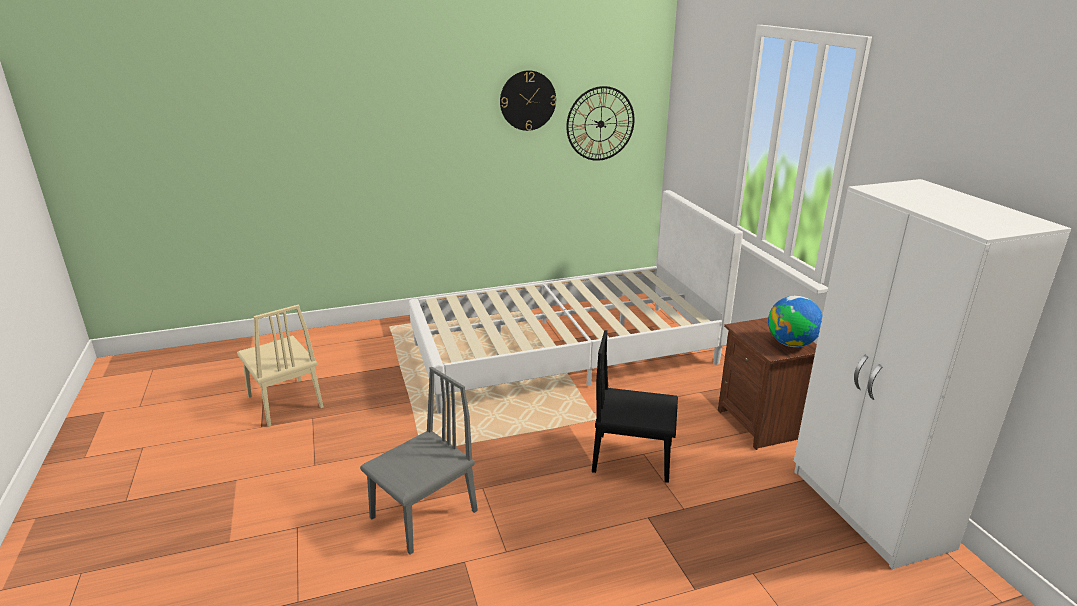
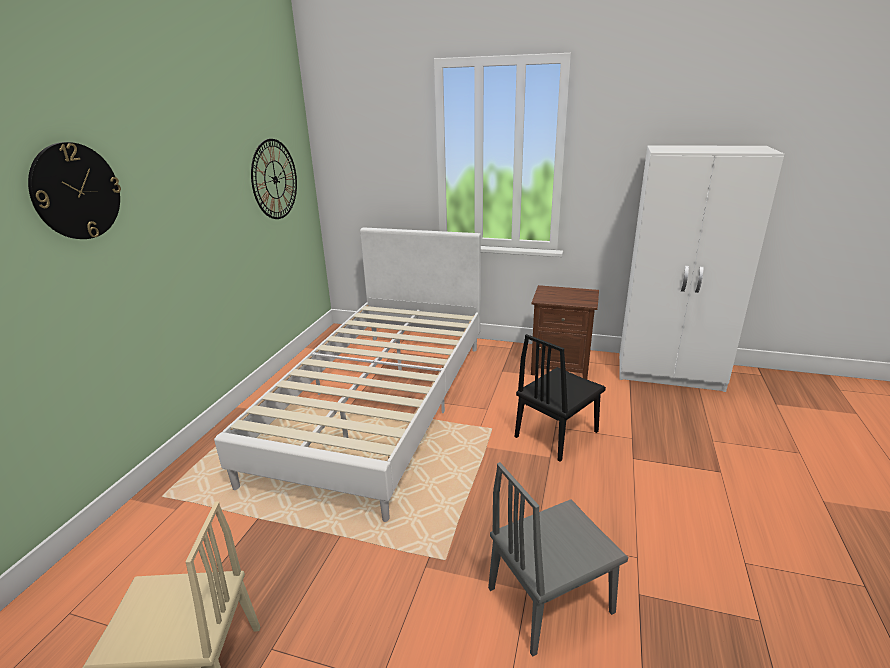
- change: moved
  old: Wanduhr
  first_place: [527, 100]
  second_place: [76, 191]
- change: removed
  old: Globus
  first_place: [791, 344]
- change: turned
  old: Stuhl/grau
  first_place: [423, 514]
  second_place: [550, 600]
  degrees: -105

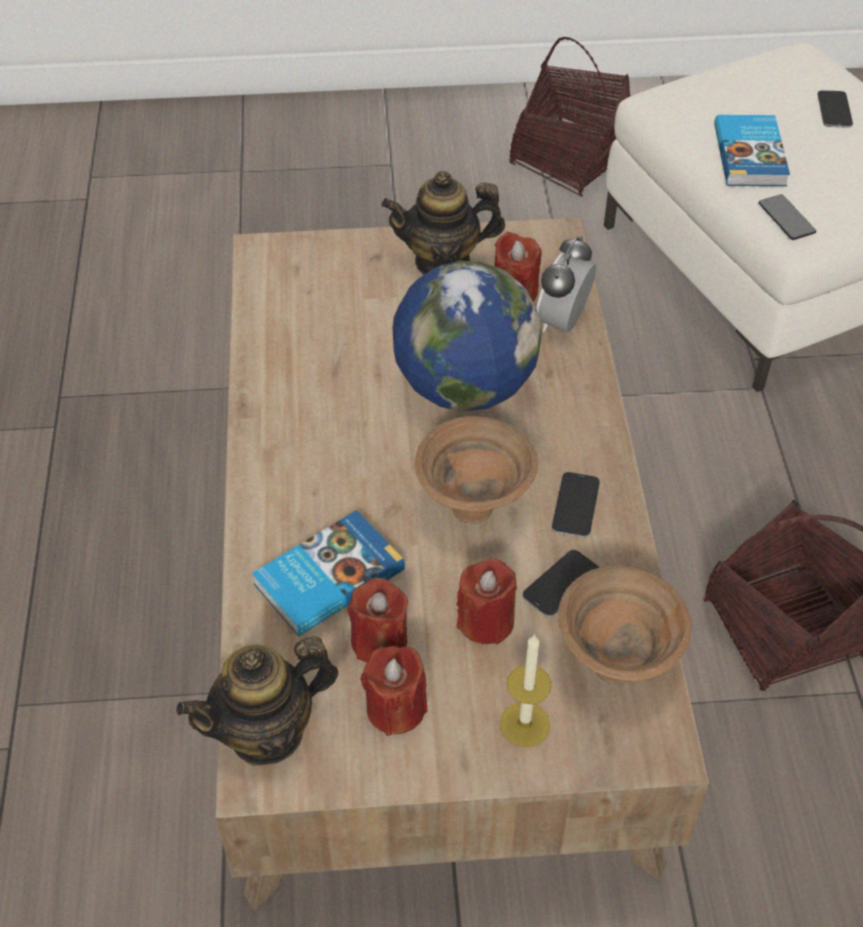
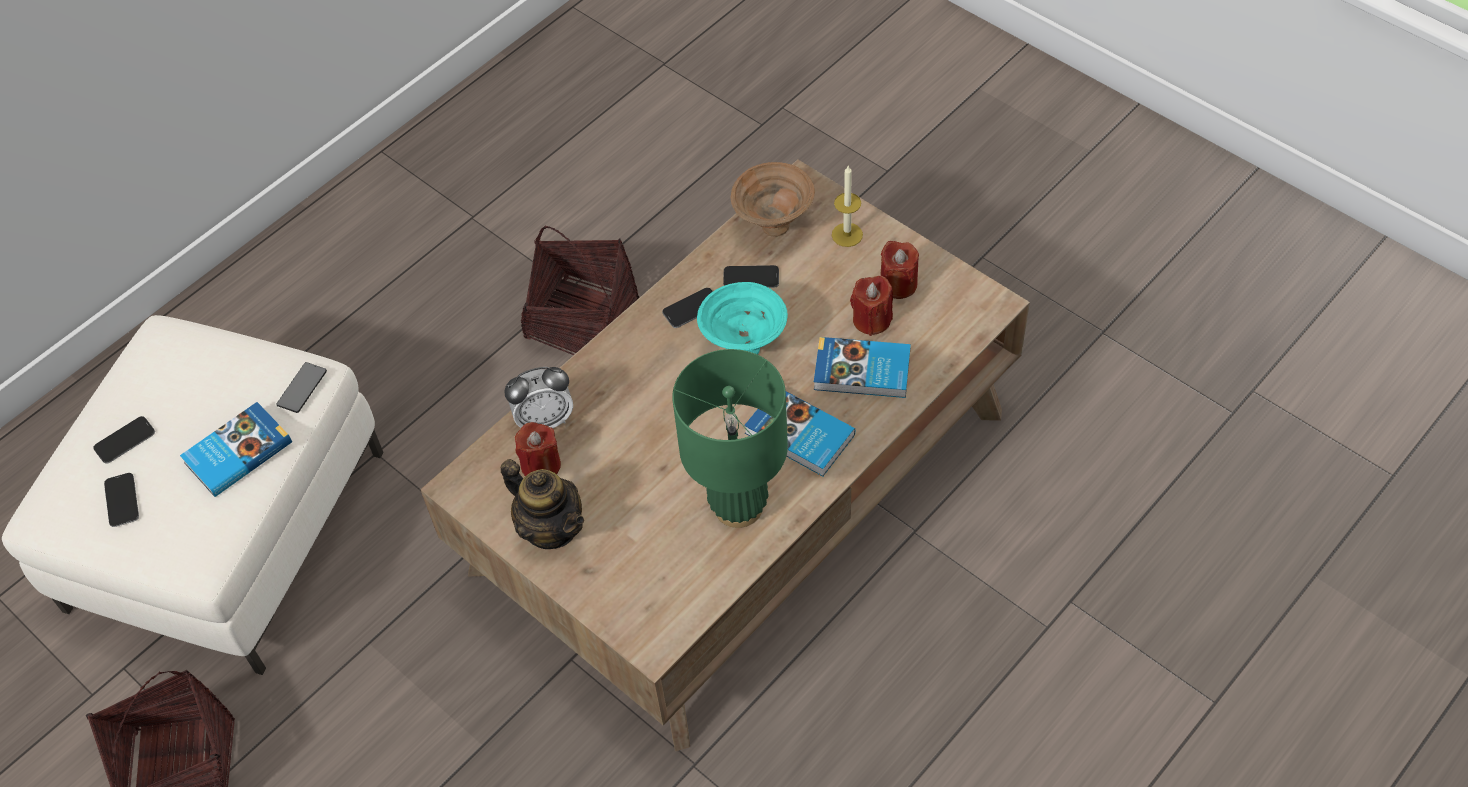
- change: removed
  old: Globus
  first_place: [464, 388]
- change: recoloured
  old: Schüssel/braun
  new: Schüssel/türkis
  first_place: [475, 507]
  second_place: [743, 348]
- change: removed
  old: Kerze/rot
  first_place: [486, 621]
- change: removed
  old: Teekanne
  first_place: [267, 733]
- change: added
  new: Tischlampe/grün
  second_place: [739, 506]
- change: added
  new: Buch
  second_place: [799, 436]
- change: added
  new: Handy
  second_place: [122, 500]

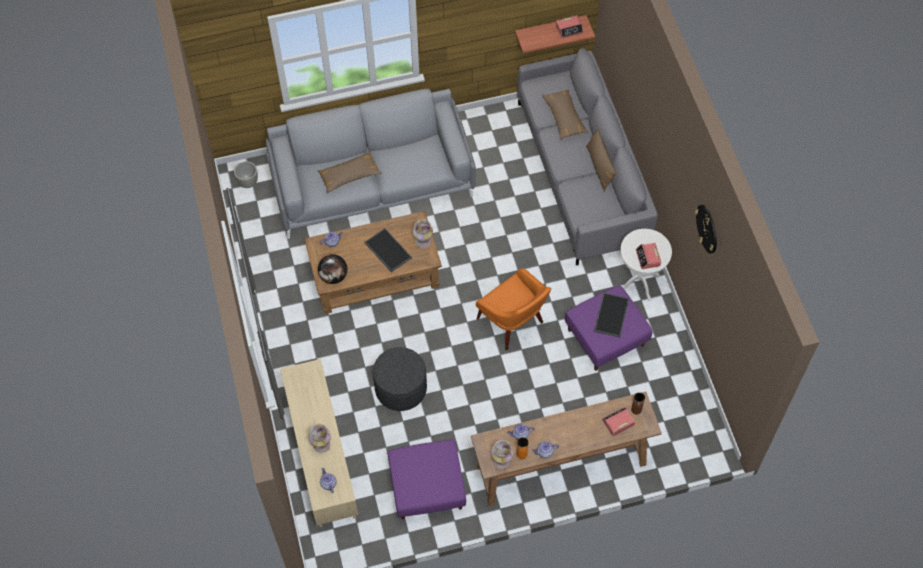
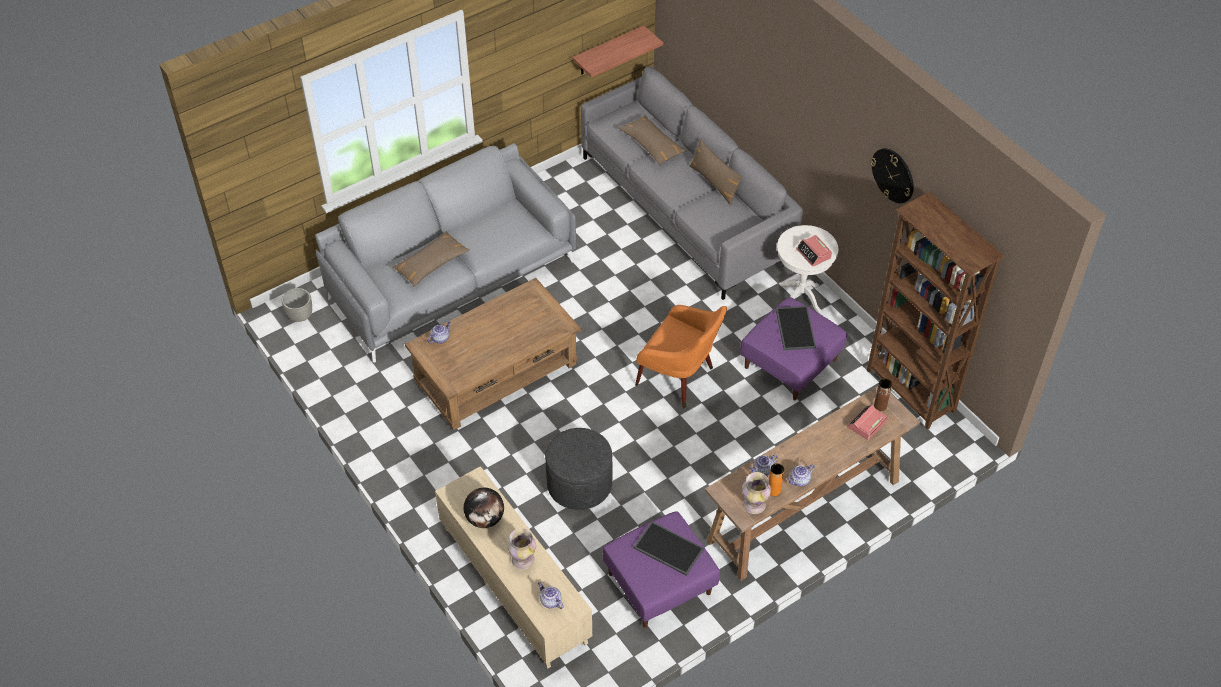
- change: removed
  old: Wecker
  first_place: [569, 29]
- change: removed
  old: Vase
  first_place: [422, 241]
- change: moved
  old: Tablett
  first_place: [387, 250]
  second_place: [667, 549]
- change: moved
  old: Globus
  first_place: [334, 276]
  second_place: [485, 519]
- change: added
  new: Bücherregal/braun
  second_place: [910, 392]

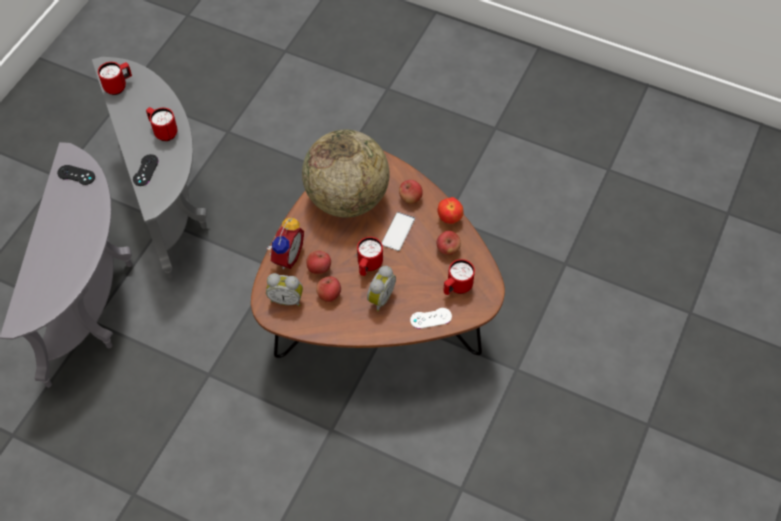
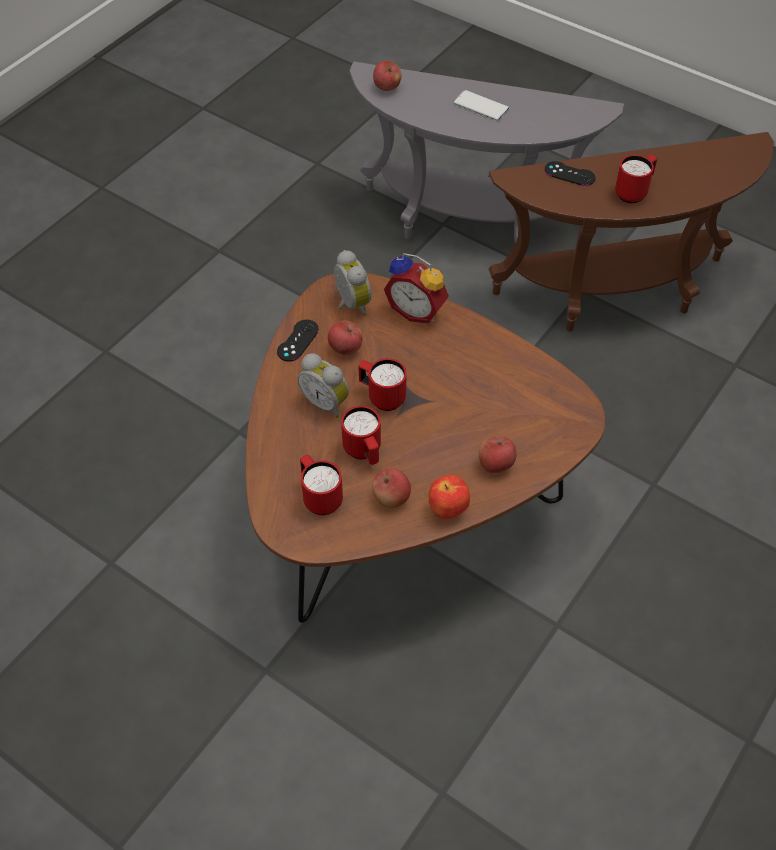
- change: recoloured
  old: Beistelltisch/grau
  new: Beistelltisch/braun
  first_place: [167, 200]
  second_place: [616, 295]
- change: moved
  old: Henkelbecher/rot
  first_place: [119, 86]
  second_place: [364, 452]
- change: removed
  old: Globus
  first_place: [347, 198]
- change: moved
  old: Gamepad/schwarz
  first_place: [76, 175]
  second_place: [298, 340]
- change: moved
  old: Handy
  first_place: [398, 231]
  second_place: [481, 106]
- change: moved
  old: Apfel
  first_place: [319, 268]
  second_place: [387, 88]
- change: turned
  old: Wecker
  first_place: [286, 299]
  second_place: [350, 305]
  degrees: 135
- change: removed
  old: Gamepad/weiß
  first_place: [431, 318]

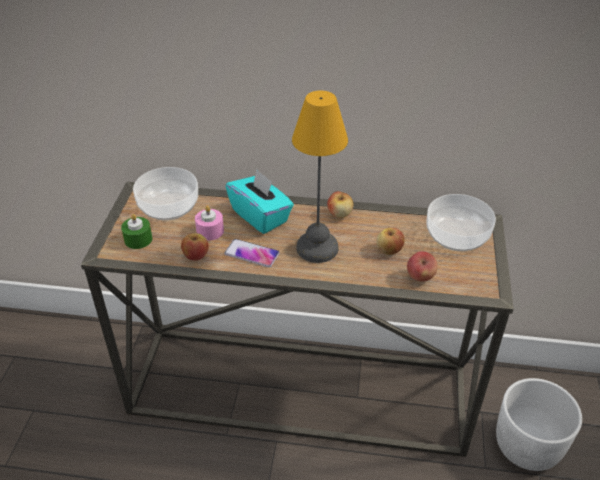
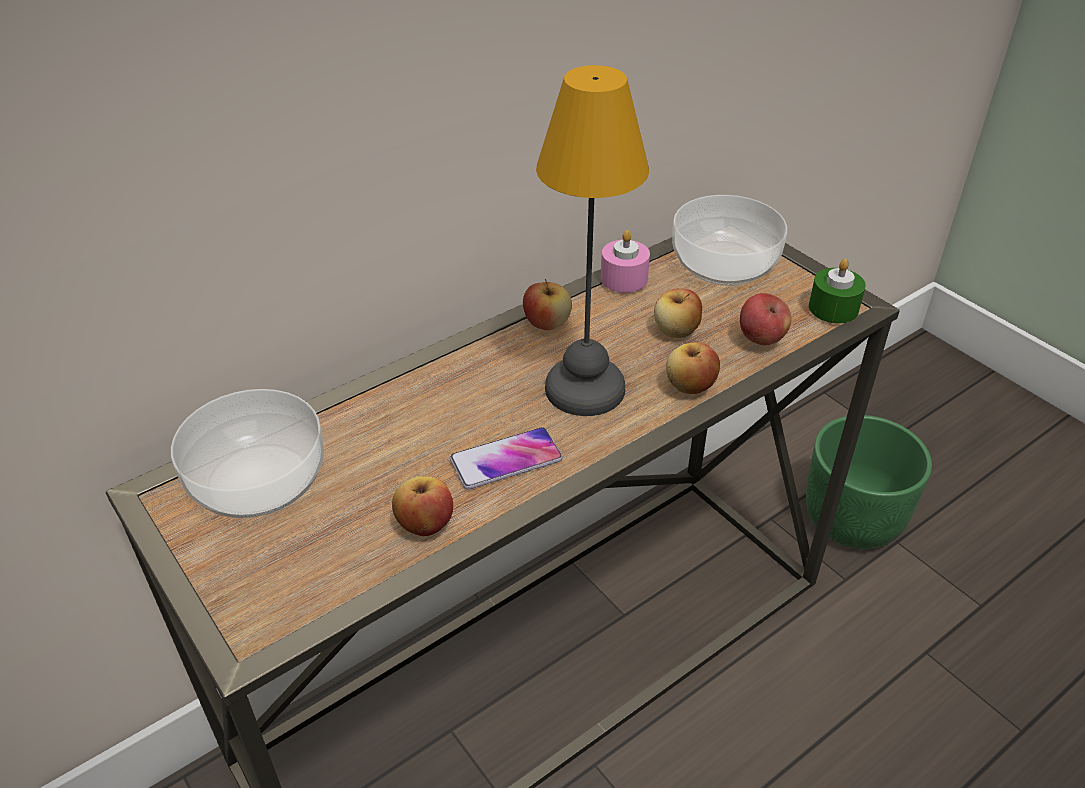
- change: removed
  old: Taschentuchbox/türkis
  first_place: [260, 216]
- change: moved
  old: Kerze/rosa
  first_place: [210, 231]
  second_place: [624, 279]
- change: moved
  old: Kerze/grün
  first_place: [138, 239]
  second_place: [833, 308]
- change: recoloured
  old: Pflanzkübel/weiß
  new: Pflanzkübel/grün
  first_place: [527, 446]
  second_place: [853, 519]
- change: added
  new: Apfel
  second_place: [690, 386]

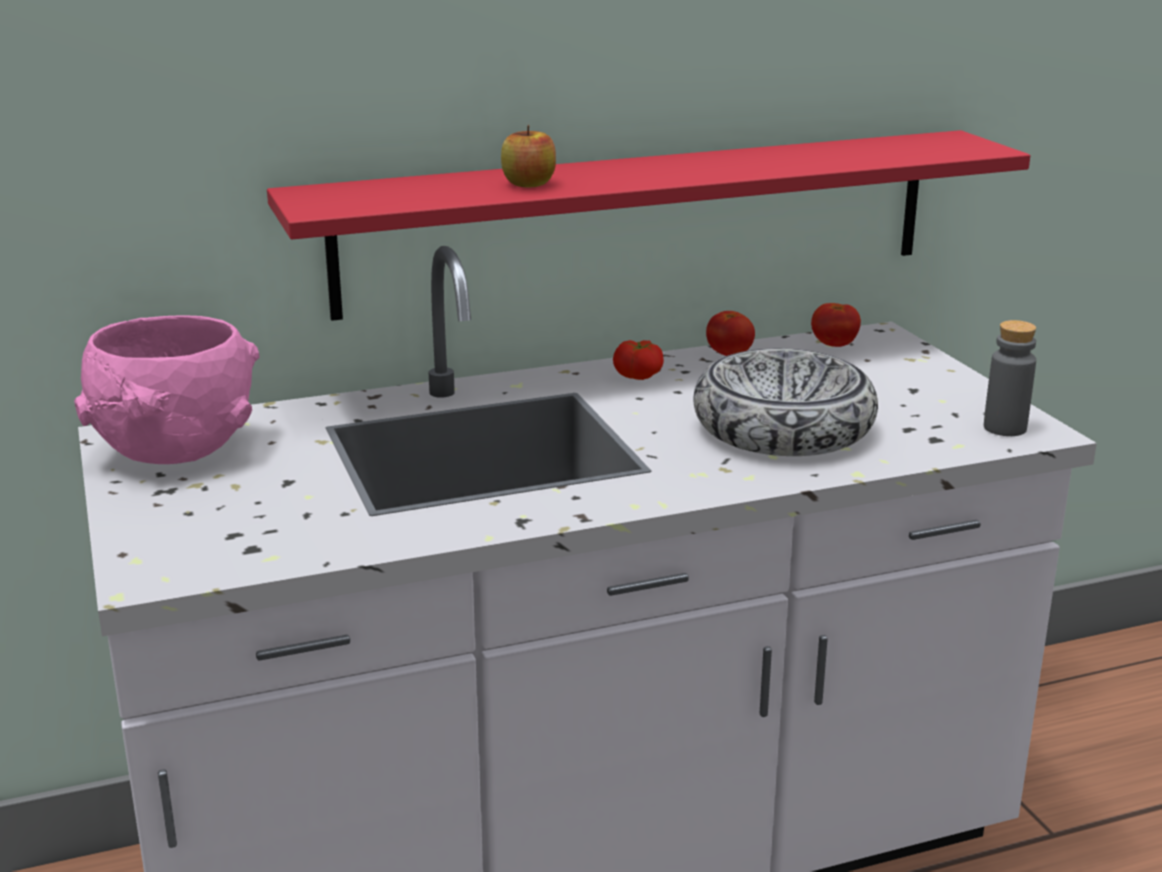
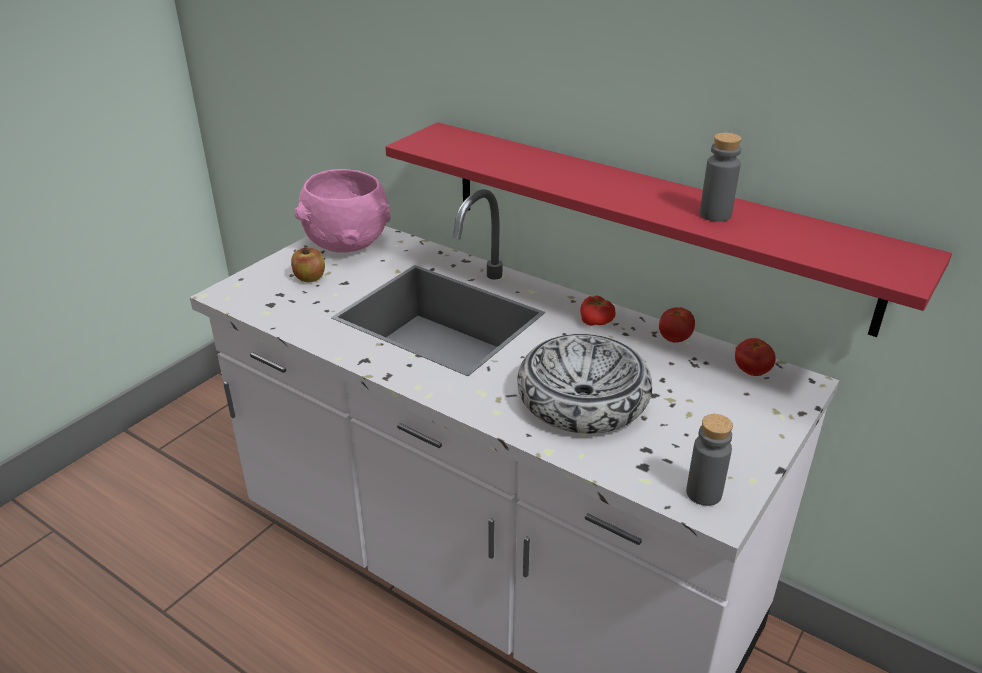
- change: moved
  old: Apfel
  first_place: [529, 184]
  second_place: [310, 278]
- change: added
  new: Flasche/grau
  second_place: [715, 215]

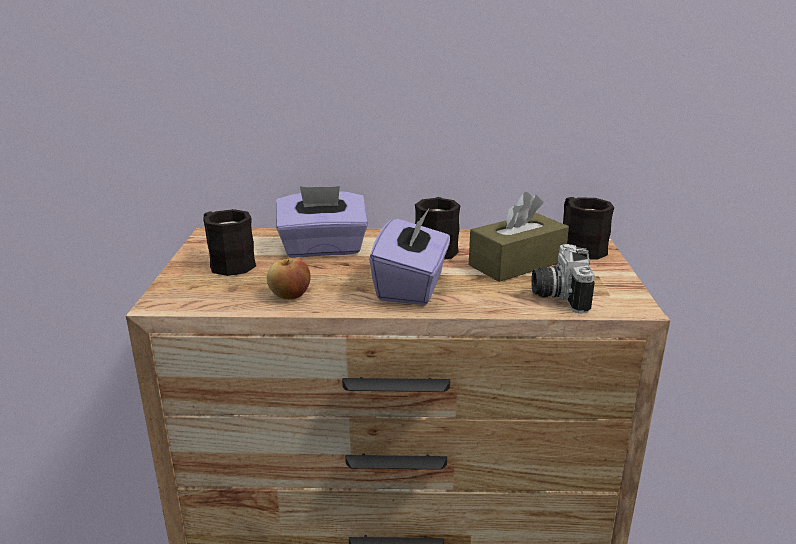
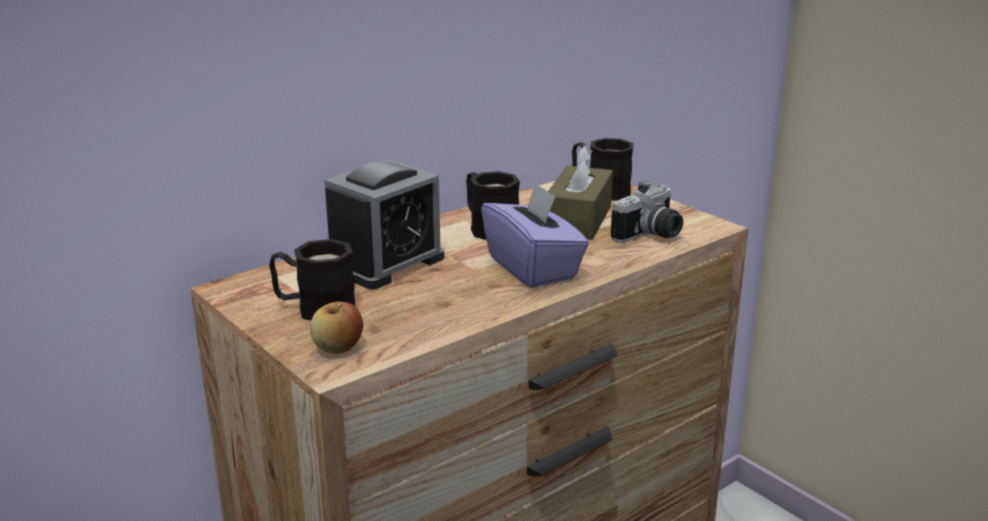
- change: replaced
  old: Taschentuchbox/lila
  new: Wecker
  first_place: [323, 249]
  second_place: [386, 263]
- change: turned
  old: Kamera
  first_place: [556, 295]
  second_place: [651, 236]
  degrees: -90
- change: moved
  old: Apfel
  first_place: [290, 295]
  second_place: [338, 348]

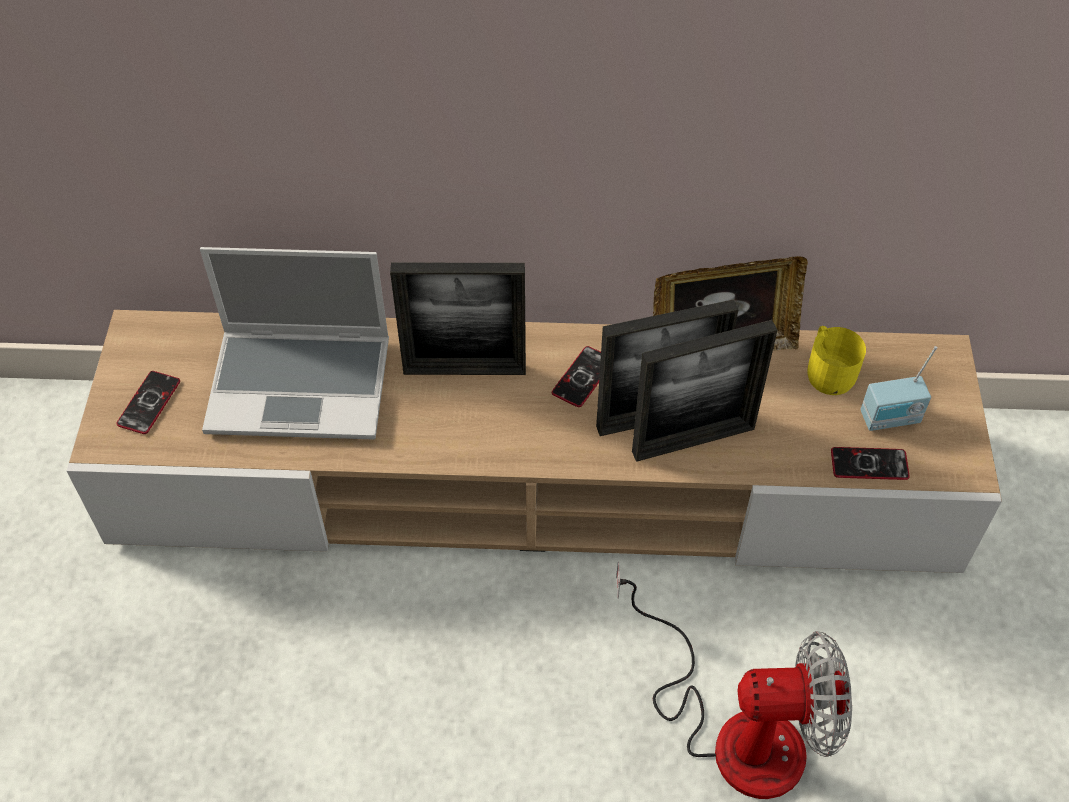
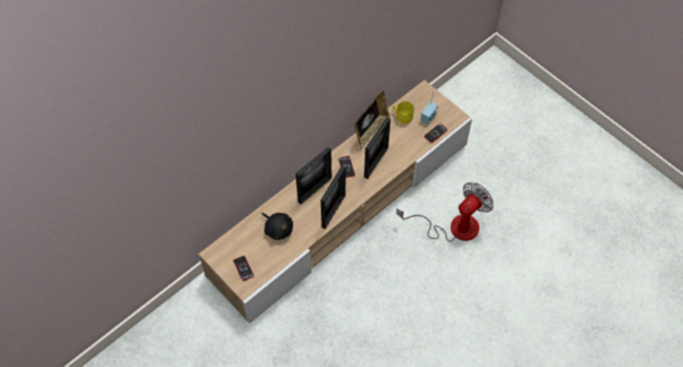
- change: replaced
  old: Laptop
  new: Plüschtier/schwarz
  first_place: [302, 384]
  second_place: [278, 229]
- change: moved
  old: Bilderrahmen
  first_place: [693, 440]
  second_place: [333, 211]

